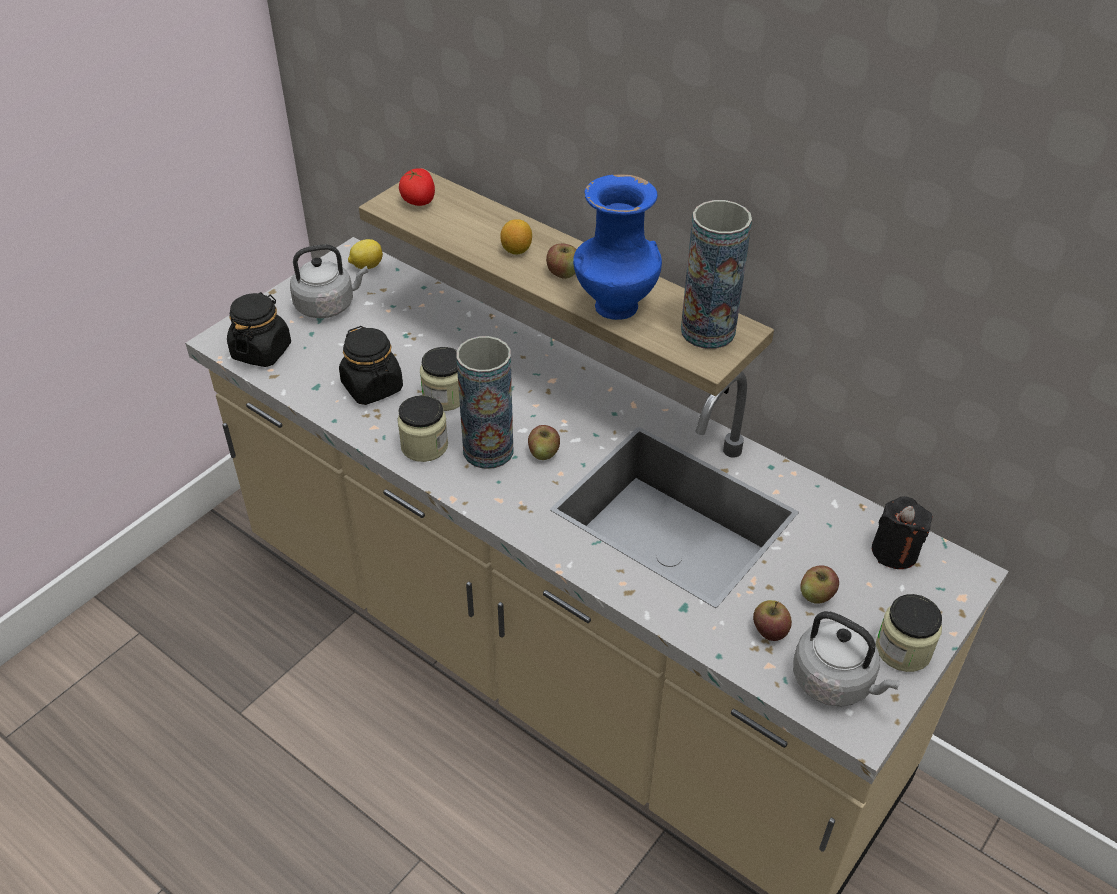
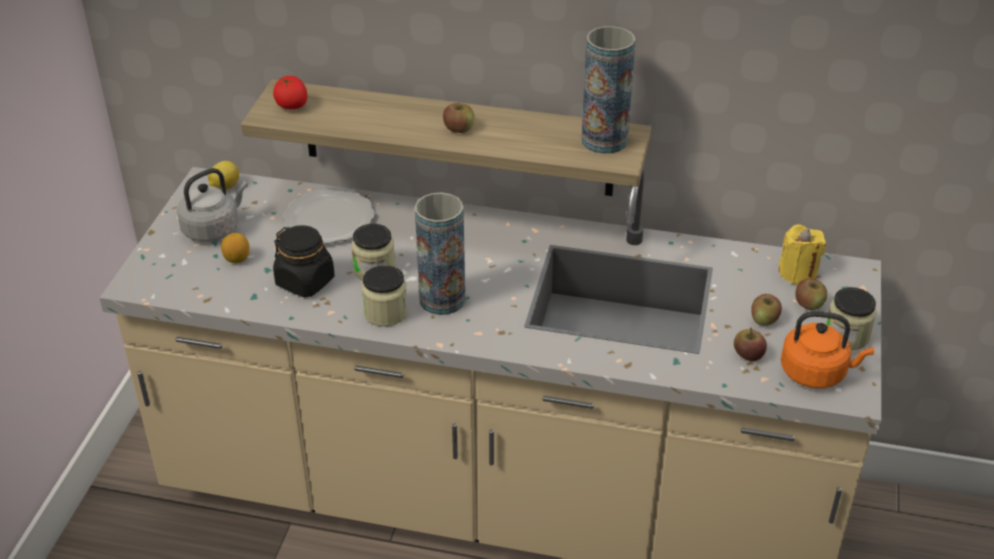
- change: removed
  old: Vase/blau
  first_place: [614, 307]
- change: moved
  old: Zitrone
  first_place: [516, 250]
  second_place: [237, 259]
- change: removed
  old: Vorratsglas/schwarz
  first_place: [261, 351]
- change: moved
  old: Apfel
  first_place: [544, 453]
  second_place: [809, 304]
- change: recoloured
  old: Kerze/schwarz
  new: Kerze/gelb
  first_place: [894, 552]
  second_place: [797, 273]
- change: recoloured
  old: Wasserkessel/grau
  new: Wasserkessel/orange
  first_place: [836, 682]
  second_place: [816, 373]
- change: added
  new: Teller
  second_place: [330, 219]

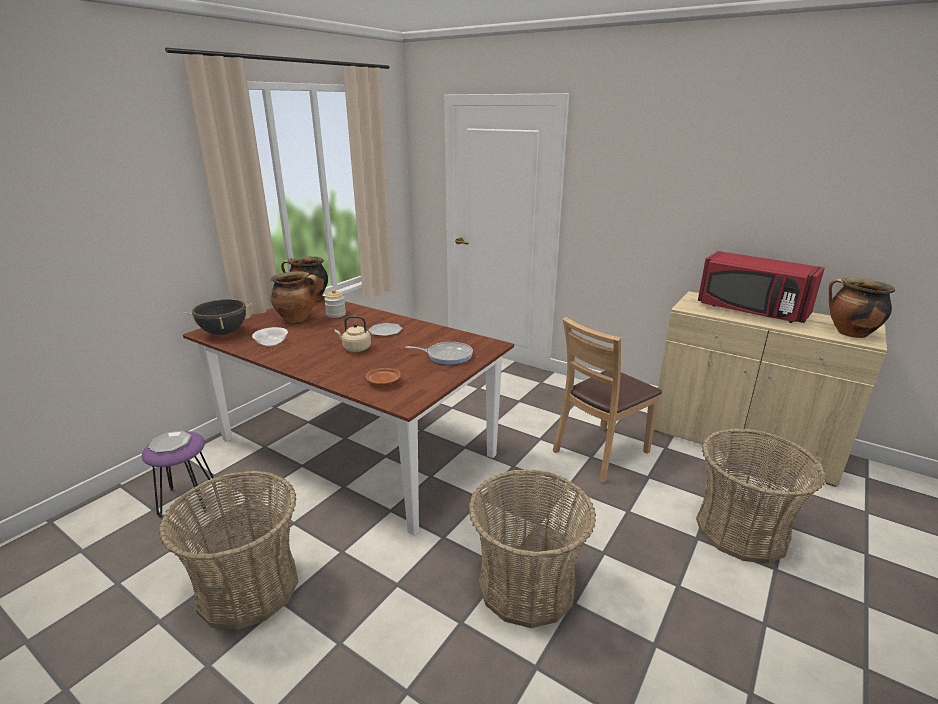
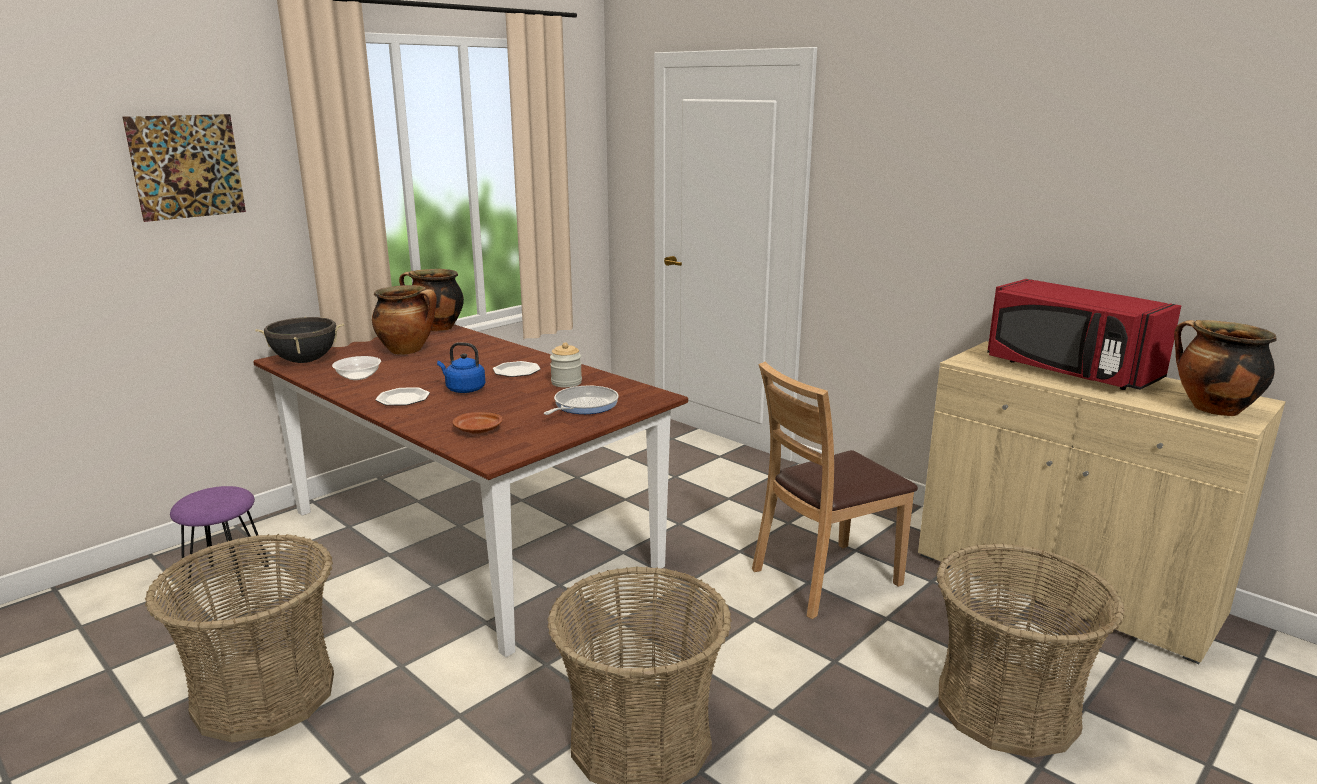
- change: moved
  old: Vorratsglas
  first_place: [336, 314]
  second_place: [566, 383]
- change: recoloured
  old: Wasserkessel/beige
  new: Wasserkessel/blau
  first_place: [355, 348]
  second_place: [463, 389]
- change: turned
  old: Pfanne
  first_place: [447, 356]
  second_place: [583, 406]
  degrees: -75
- change: moved
  old: Teller
  first_place: [170, 443]
  second_place: [403, 399]
- change: added
  new: Bild
  second_place: [187, 166]

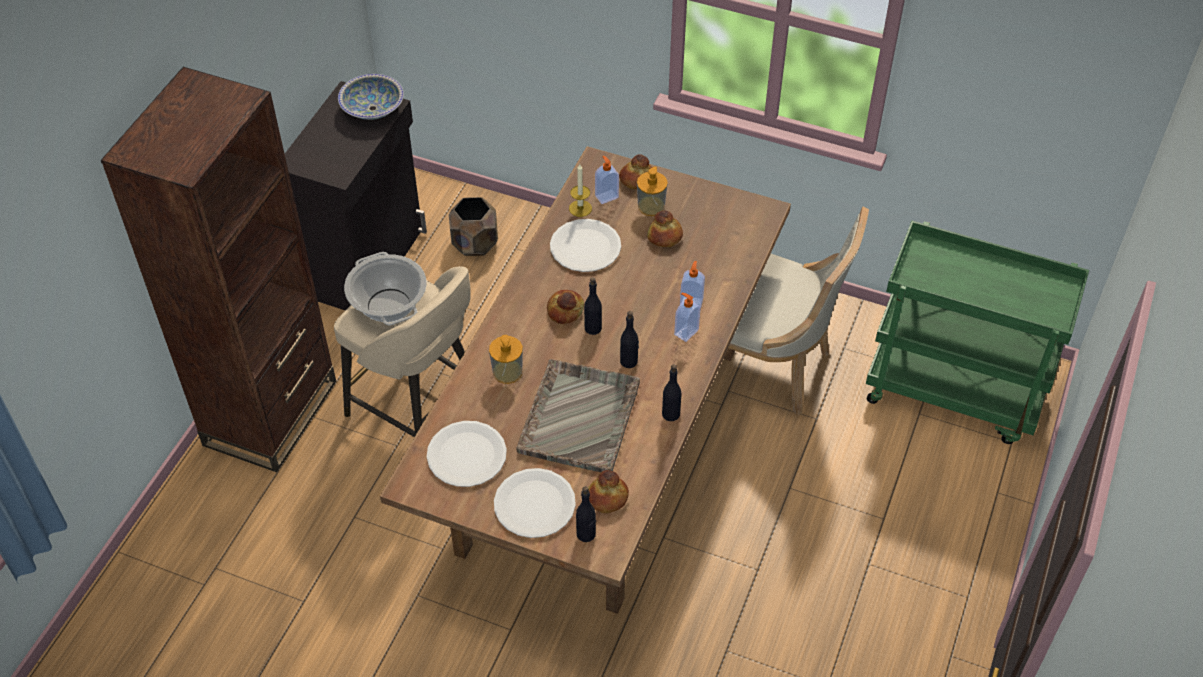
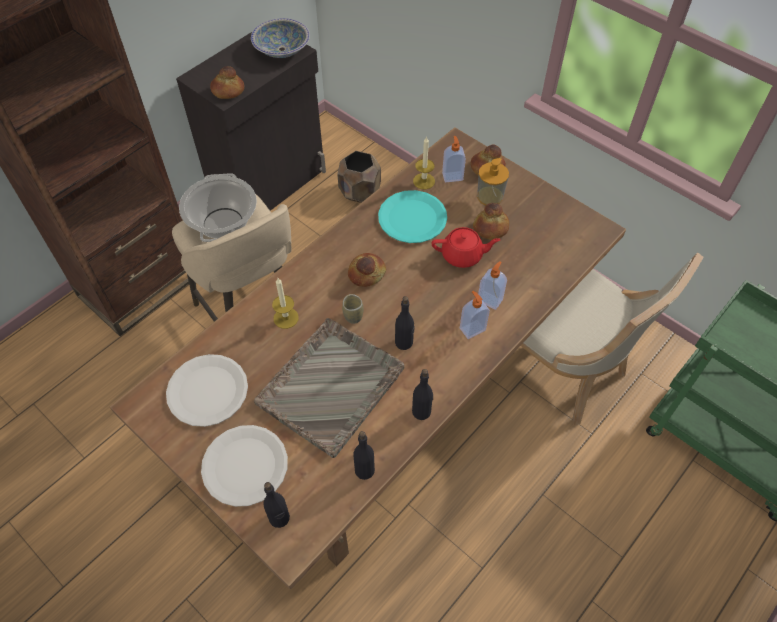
- change: recoloured
  old: Teller/weiß
  new: Teller/türkis
  first_place: [585, 247]
  second_place: [412, 218]
- change: moved
  old: Flasche/schwarz
  first_place: [593, 328]
  second_place: [364, 470]
- change: replaced
  old: Seifenspender
  new: Kerze
  first_place: [507, 372]
  second_place: [286, 318]
- change: moved
  old: Brot
  first_place: [607, 498]
  second_place: [228, 91]
- change: added
  new: Teekanne/rot
  second_place: [463, 255]
- change: added
  new: Tasse
  second_place: [353, 316]

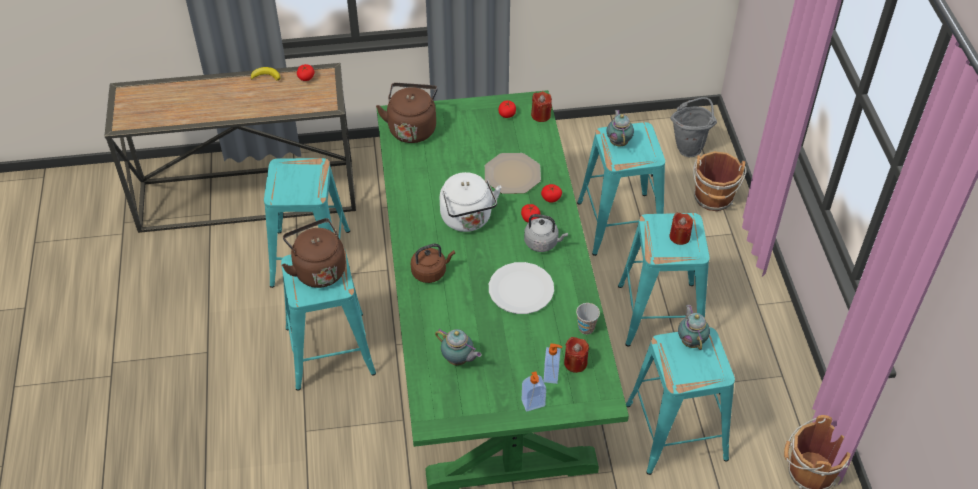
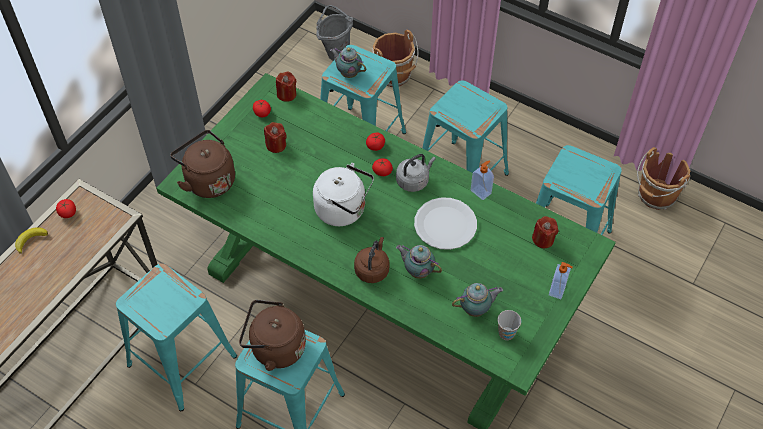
- change: removed
  old: Teller
  first_place: [513, 174]
- change: moved
  old: Kerze/rot
  first_place: [679, 237]
  second_place: [276, 145]
- change: moved
  old: Tasse
  first_place: [586, 328]
  second_place: [506, 333]
- change: moved
  old: Teekanne
  first_place: [691, 340]
  second_place: [417, 271]
- change: moved
  old: Seifenspender
  first_place: [552, 375]
  second_place: [481, 191]

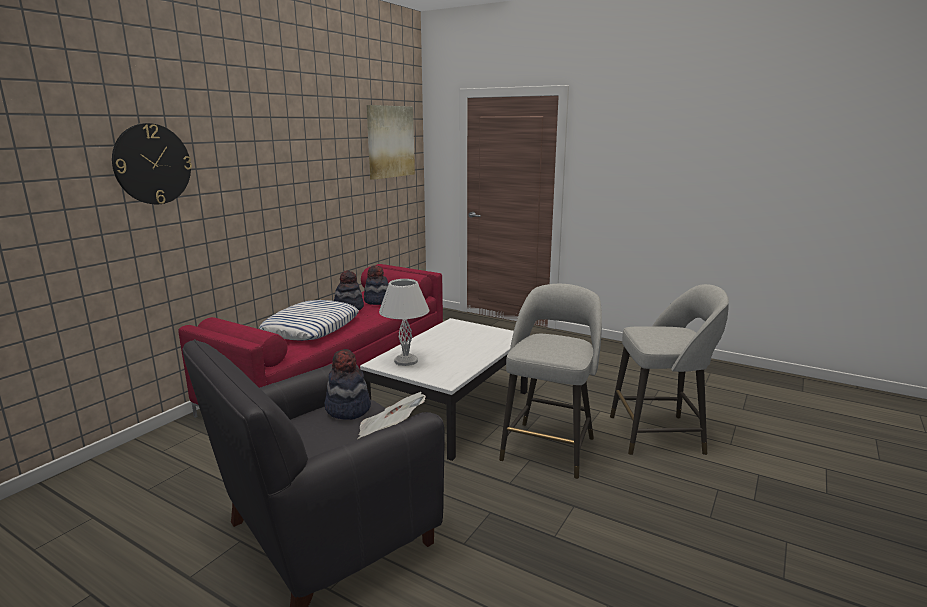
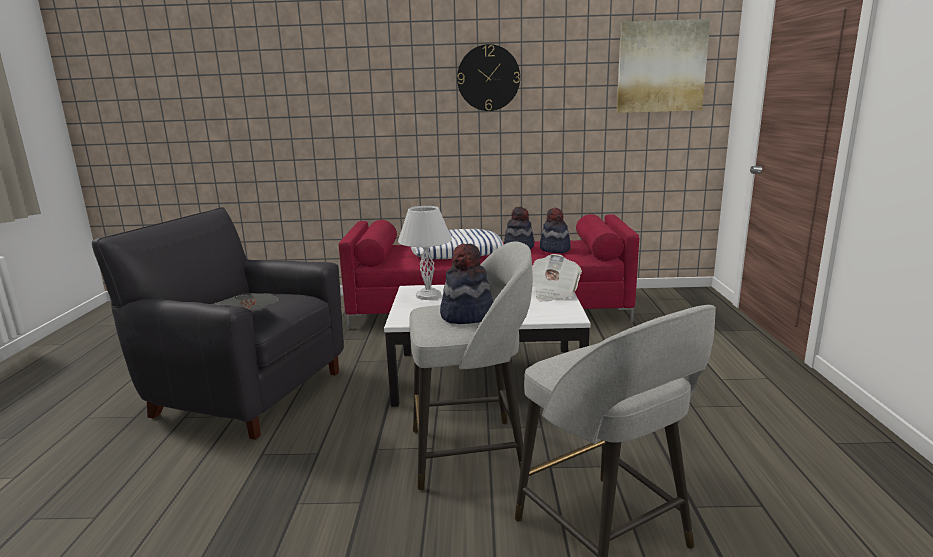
- change: moved
  old: Wanduhr
  first_place: [152, 164]
  second_place: [488, 78]
- change: moved
  old: Hut
  first_place: [347, 409]
  second_place: [466, 315]
- change: added
  new: Zeitung
  second_place: [552, 292]

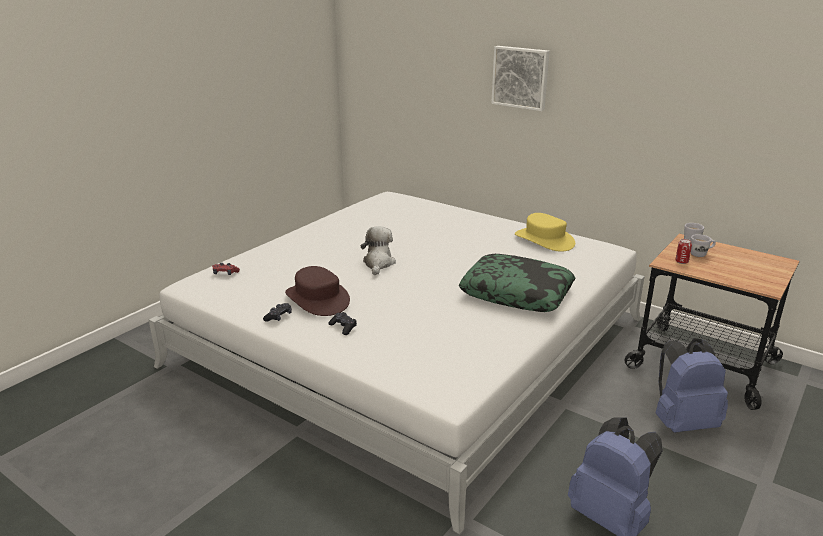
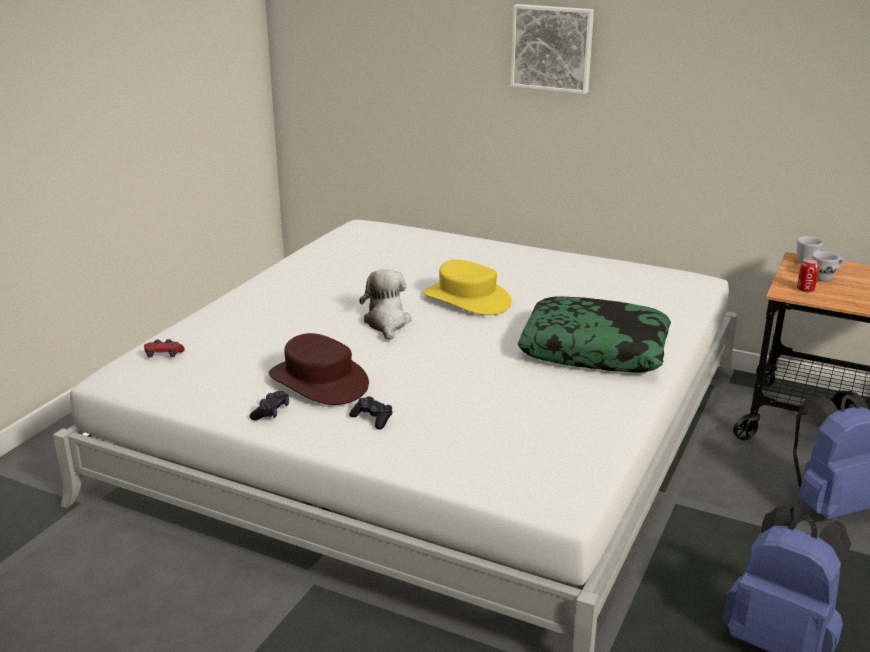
- change: moved
  old: Hut/gelb
  first_place: [544, 240]
  second_place: [467, 299]

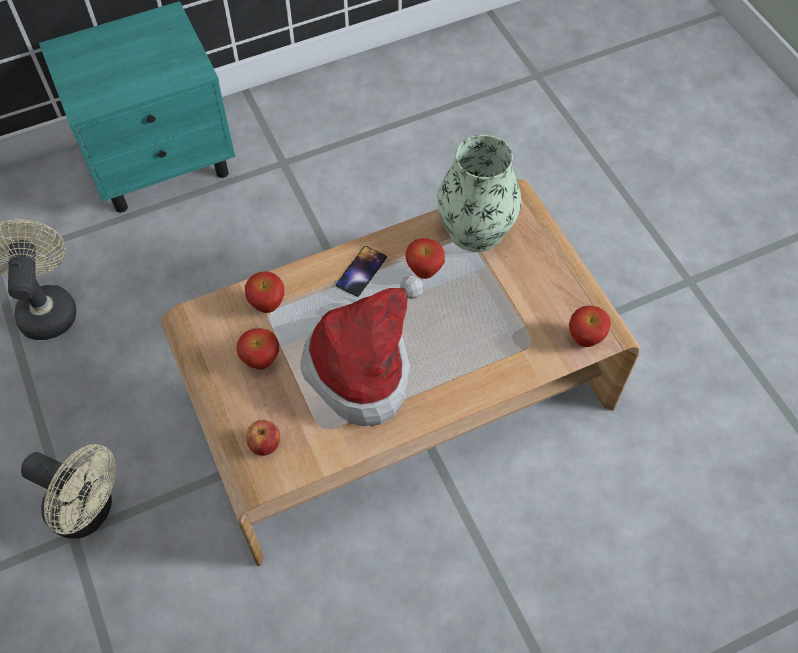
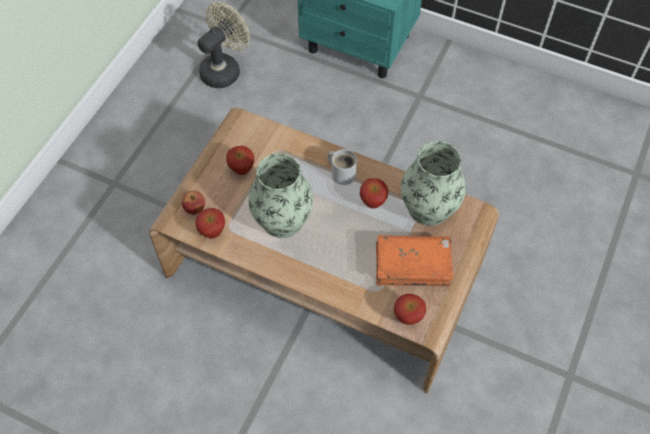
- change: replaced
  old: Handy
  new: Henkelbecher/weiß
  first_place: [361, 271]
  second_place: [342, 173]
- change: moved
  old: Apfel
  first_place: [267, 306]
  second_place: [212, 233]
- change: replaced
  old: Hut
  new: Vase
  first_place: [364, 367]
  second_place: [282, 219]
- change: removed
  old: Ventilator/beige
  first_place: [89, 511]
- change: added
  new: Buch/orange
  second_place: [412, 265]

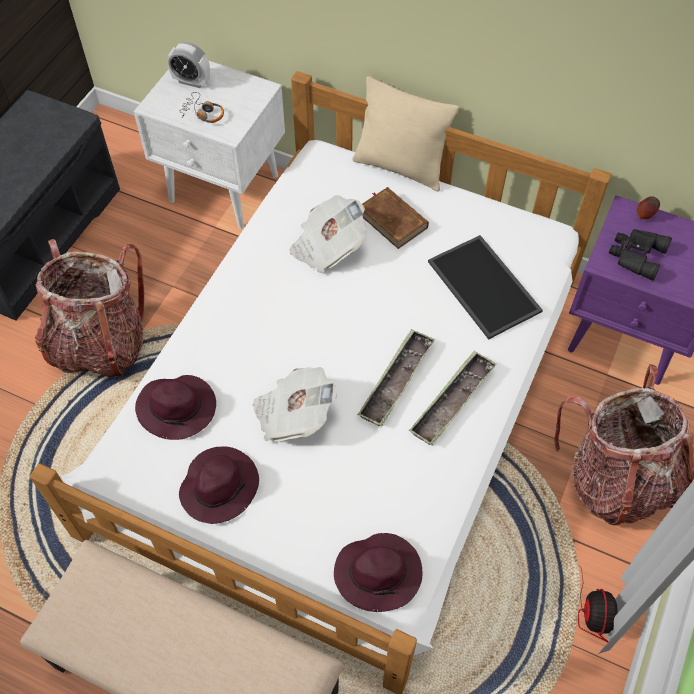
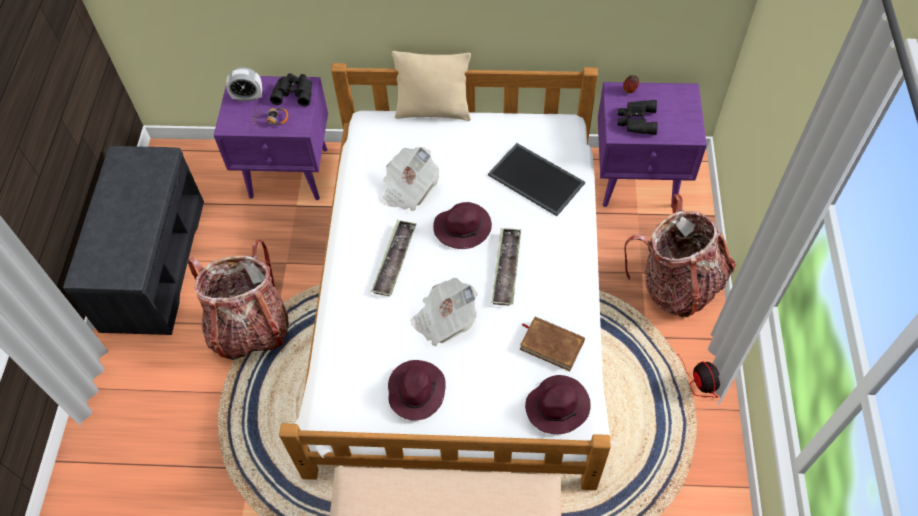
- change: recoloured
  old: Nachttisch/weiß
  new: Nachttisch/lila
  first_place: [225, 189]
  second_place: [290, 173]
- change: moved
  old: Buch/braun
  first_place: [393, 220]
  second_place: [551, 345]
- change: moved
  old: Tablett
  first_place: [452, 401]
  second_place: [394, 260]
- change: moved
  old: Hut/lila
  first_place: [178, 408]
  second_place: [463, 227]
- change: added
  new: Fernglas/schwarz
  second_place: [294, 92]

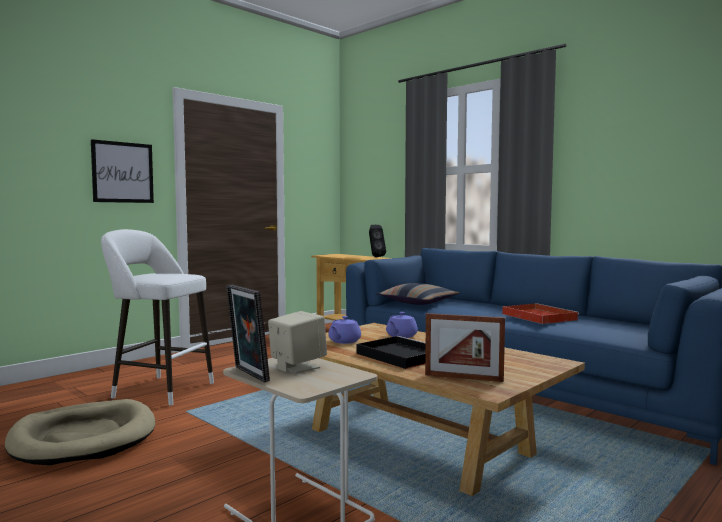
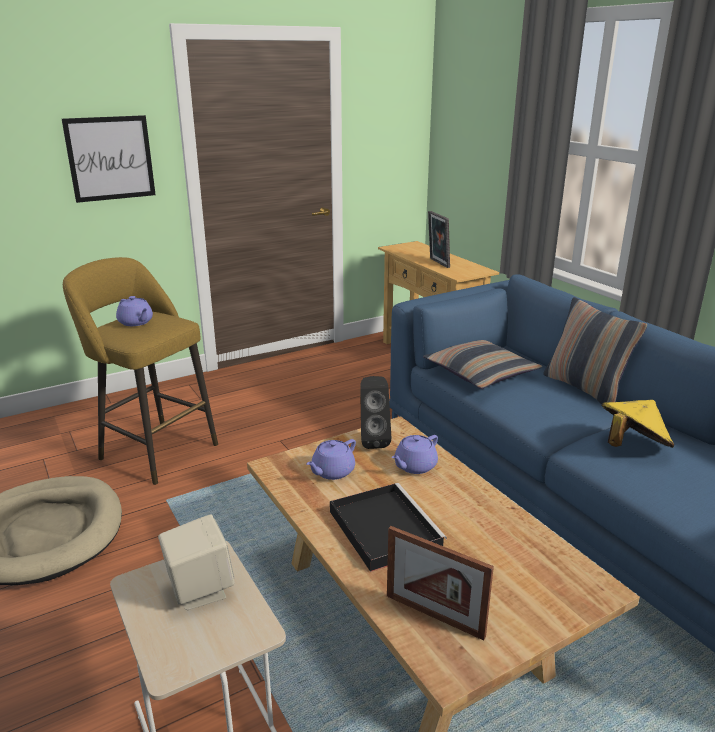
- change: moved
  old: Lautsprecher/schwarz
  first_place: [375, 257]
  second_place: [373, 440]
- change: recoloured
  old: Hocker/weiß
  new: Hocker/gelb
  first_place: [159, 389]
  second_place: [154, 449]
- change: moved
  old: Bilderrahmen
  first_place: [247, 375]
  second_place: [437, 263]
- change: replaced
  old: Tablett/rot
  new: Hut/gelb
  first_place: [537, 316]
  second_place: [631, 446]
- change: added
  new: Teekanne/lila
  second_place: [136, 322]
- change: added
  new: Kissen
  second_place: [585, 389]

